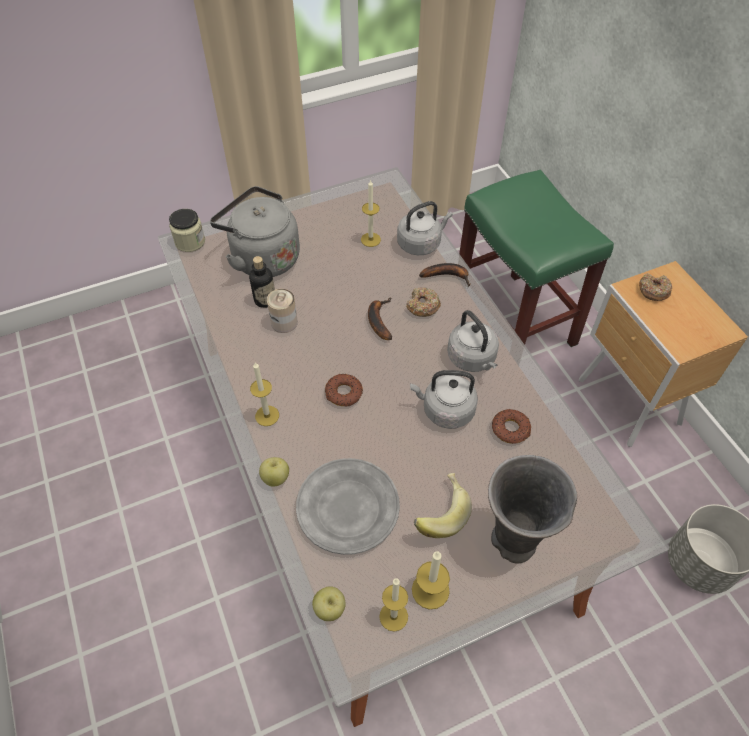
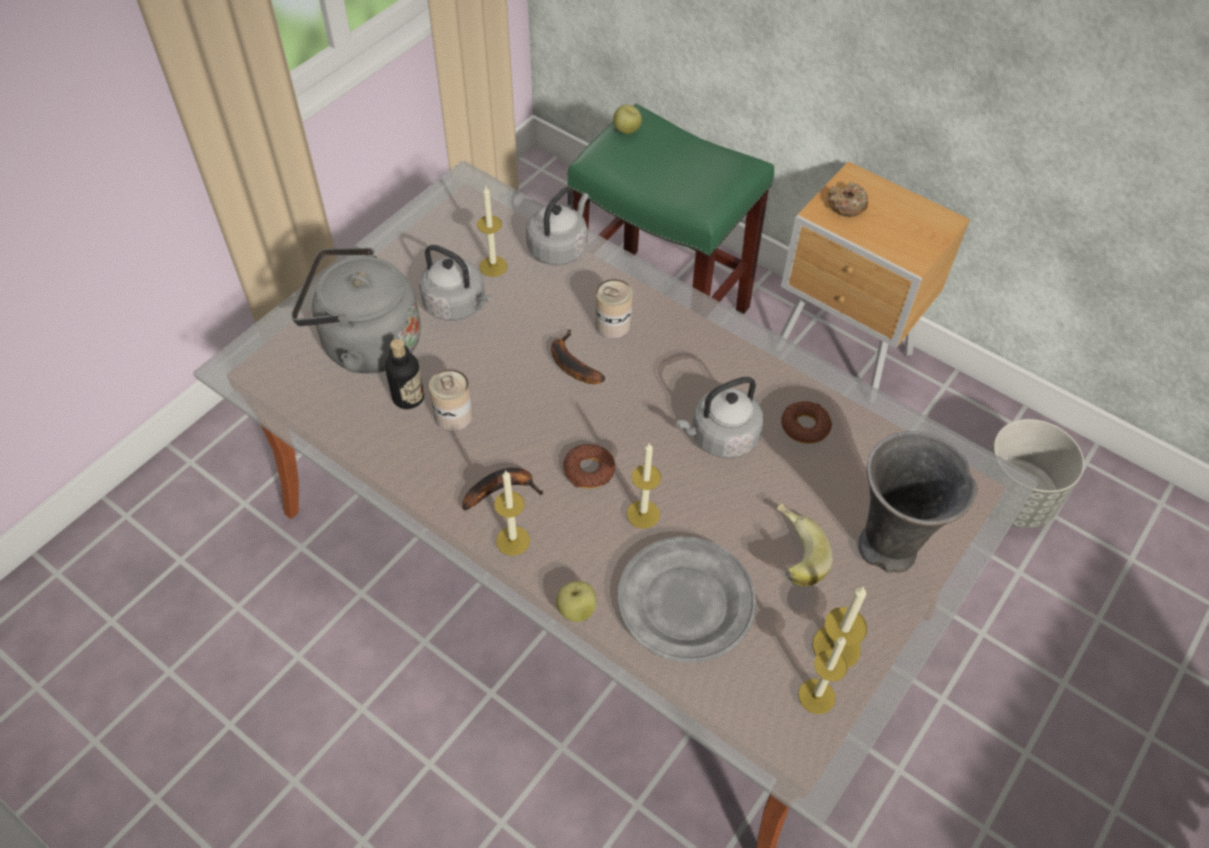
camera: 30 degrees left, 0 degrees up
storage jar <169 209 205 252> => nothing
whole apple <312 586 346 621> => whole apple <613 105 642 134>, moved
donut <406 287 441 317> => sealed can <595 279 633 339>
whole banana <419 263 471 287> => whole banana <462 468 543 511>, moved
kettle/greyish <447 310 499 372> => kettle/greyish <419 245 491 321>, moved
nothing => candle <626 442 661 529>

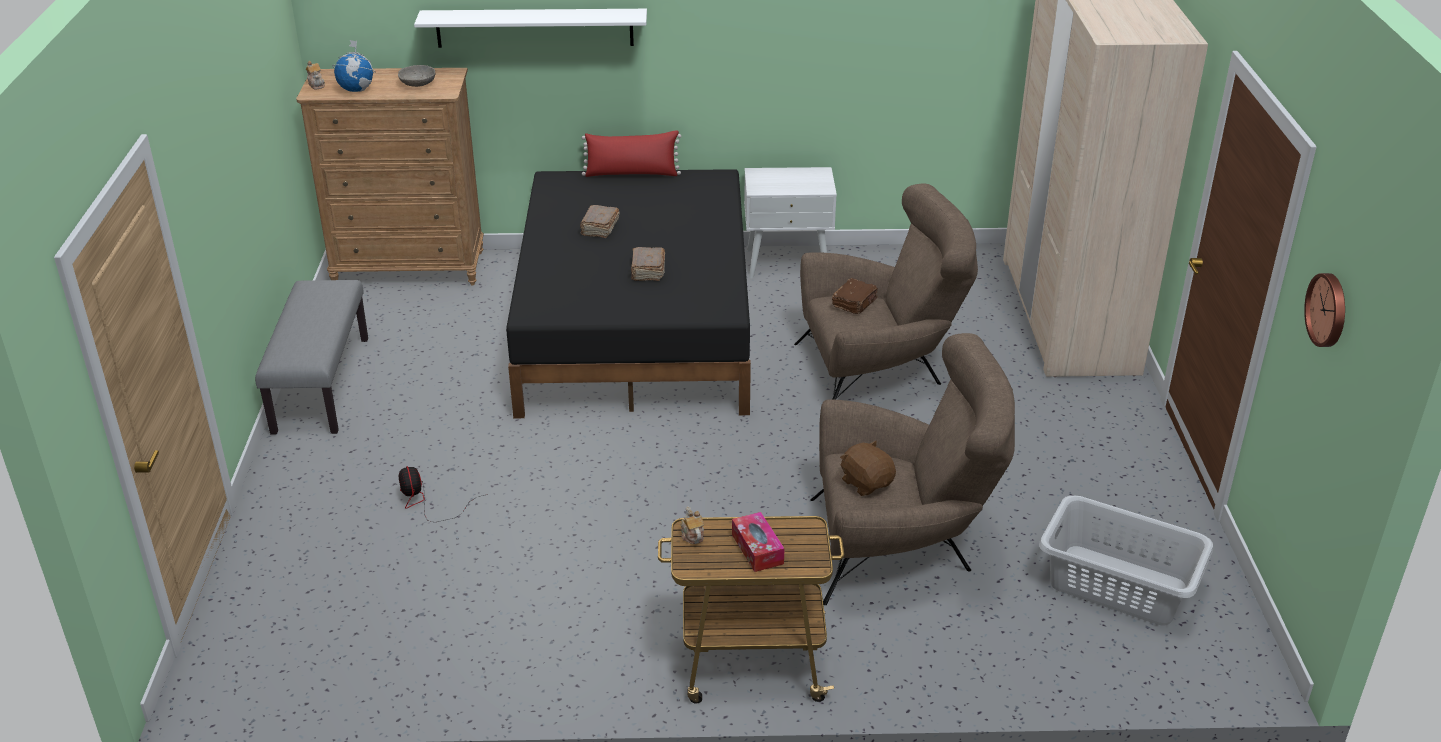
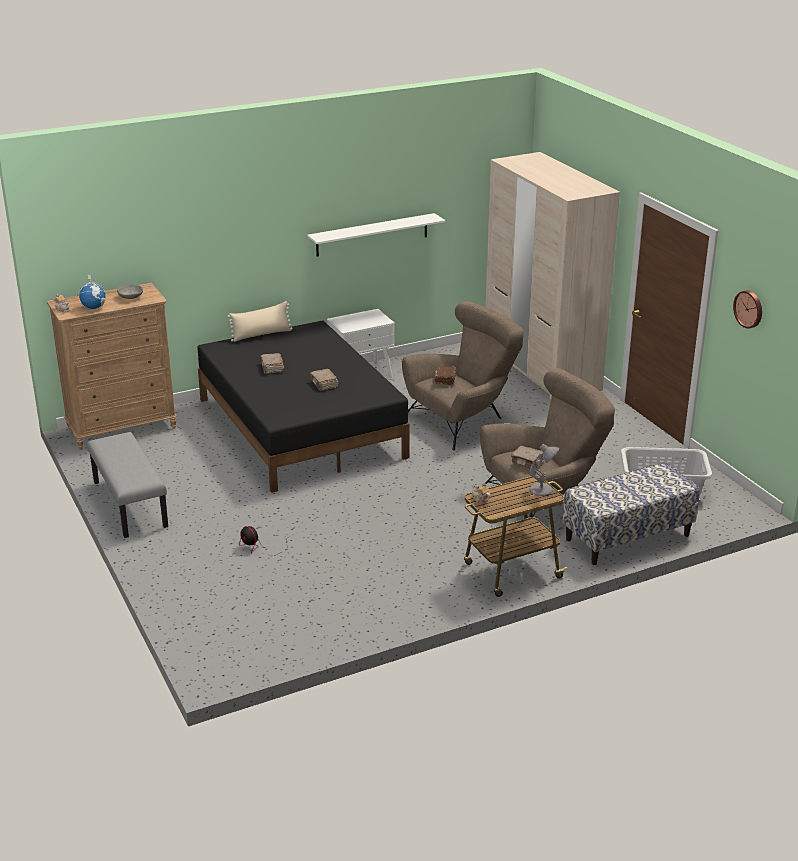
camera: 25 degrees left, 5 degrees down
wall shelf/whitish <414 9 647 48> => wall shelf/whitish <307 213 445 256>, moved
cushion/red <582 130 682 177> => cushion/beige-coloured <227 301 293 342>
tissue box <732 512 785 572> => nothing
plush toy/brown <840 441 896 496> => volume/brown <511 446 544 469>
nothing => tabletop lamp/greyish <529 444 559 496>
nothing => indoor bench <563 462 700 565>

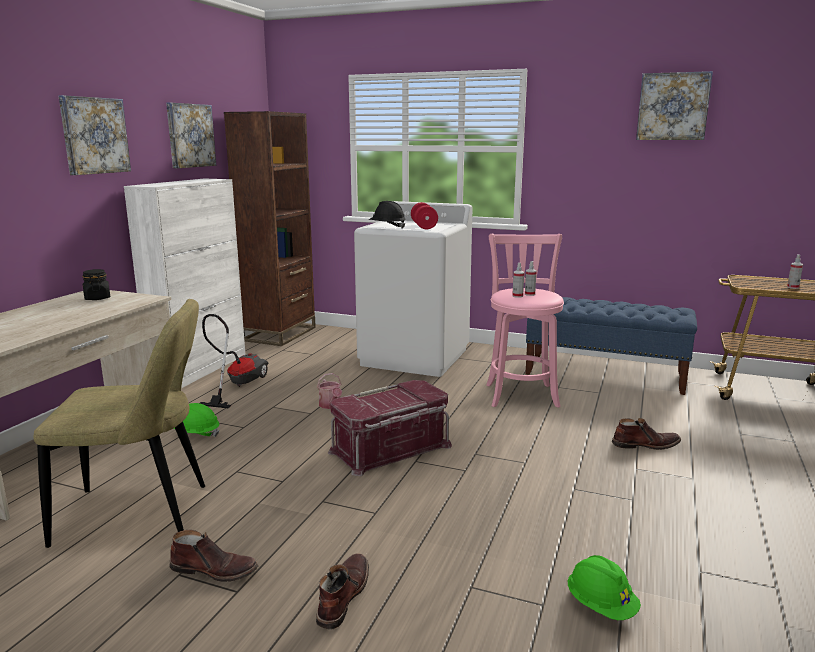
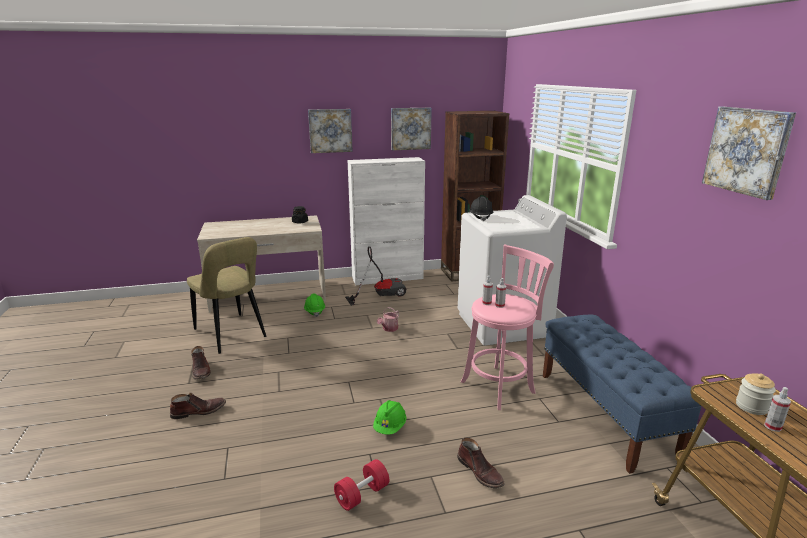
camera: 55 degrees right, 5 degrees up
storage container/red <328 380 452 476> => nothing
hand weight/red <411 202 438 229> => hand weight/red <334 459 389 511>, moved
work helmet/green-coloured <568 555 641 620> => work helmet/green-coloured <373 400 406 435>, moved
nothing => storage jar <736 373 776 415>

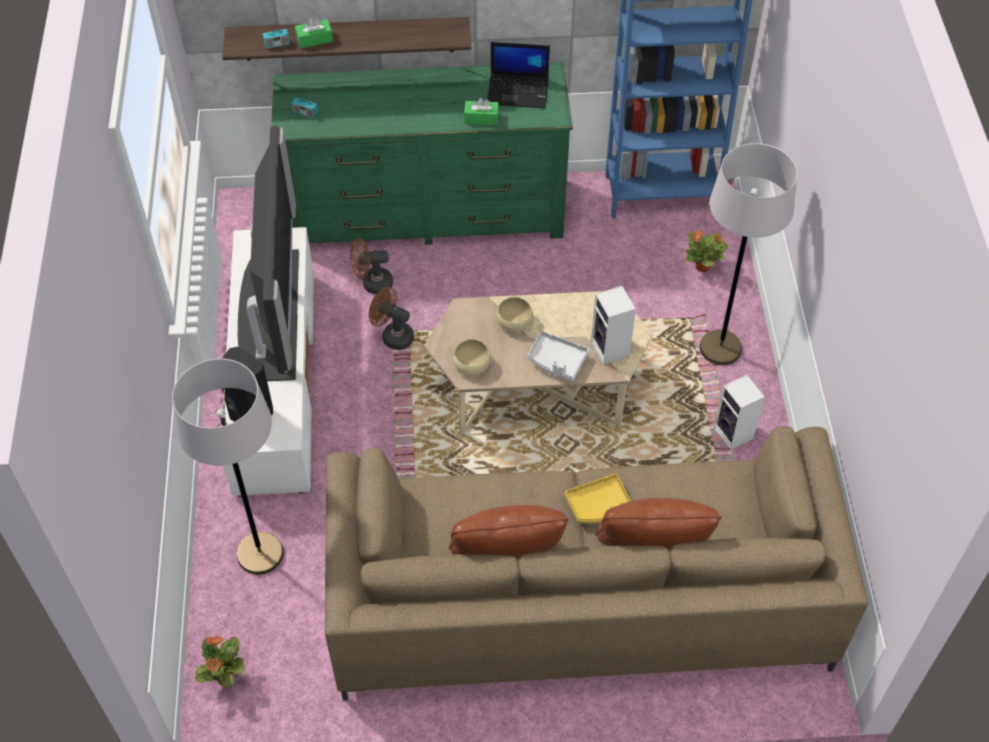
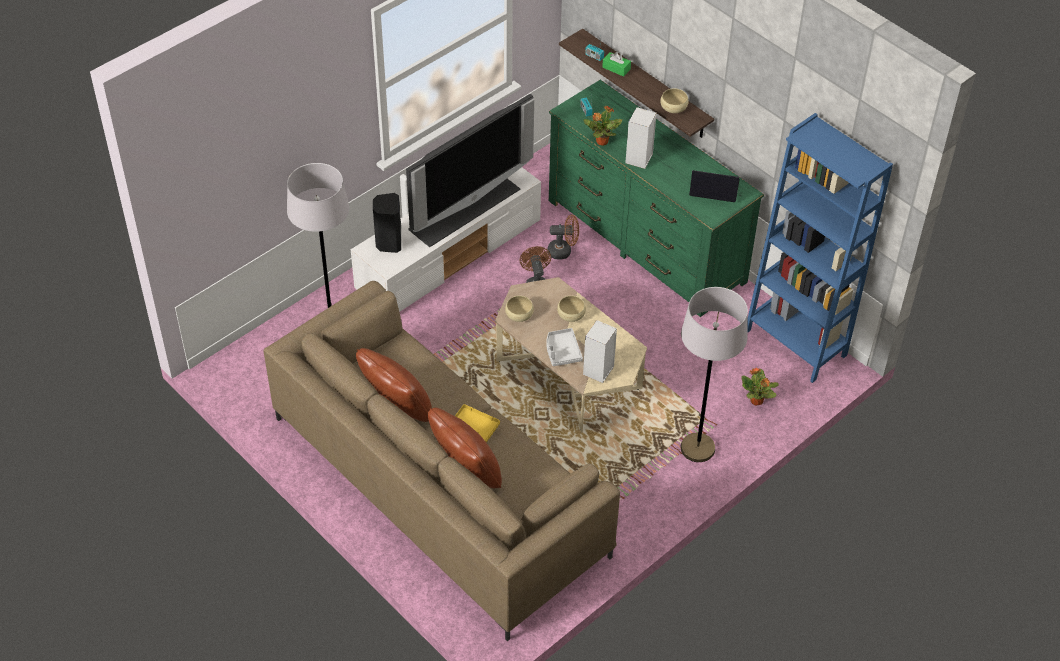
camera: 50 degrees right, 5 degrees down
plant in a pot <195 636 245 688> => plant in a pot <584 106 622 146>, moved
fan/brown <350 238 393 294> => fan/brown <548 214 579 260>, 135 degrees clockwise
tissue box/green-coloured <464 98 499 125> => nothing
portable computer <487 42 550 108> => portable computer <689 170 740 202>, 135 degrees clockwise
speaker <714 375 765 450> => speaker <625 107 657 169>, moved
nothing => deep dish/beige-coloured <660 88 689 113>

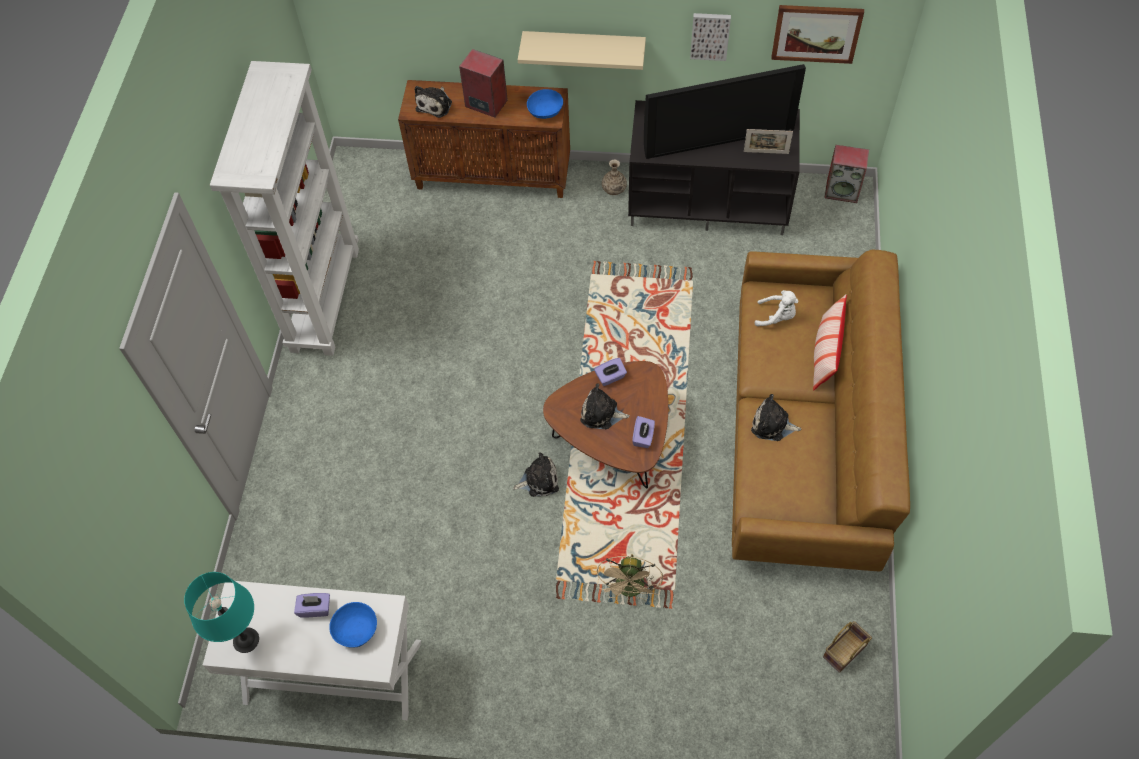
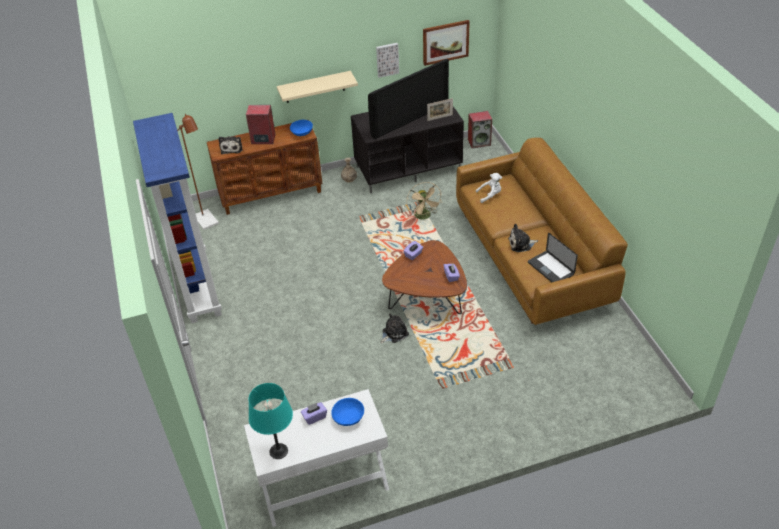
camera: 25 degrees left, 15 degrees down
shelving unit/whitish <210 61 359 356> => shelving unit/blue-coloured <133 113 222 323>
plush toy <580 383 630 429> => nothing
fan/beige-coloured <597 554 663 602> => fan/beige-coloured <407 182 441 219>, moved
cushion <813 294 847 390> => nothing
household basket <823 621 872 673> => nothing
nothing => standard lamp/brown <177 114 219 230>
nothing => portable computer <528 233 578 282>

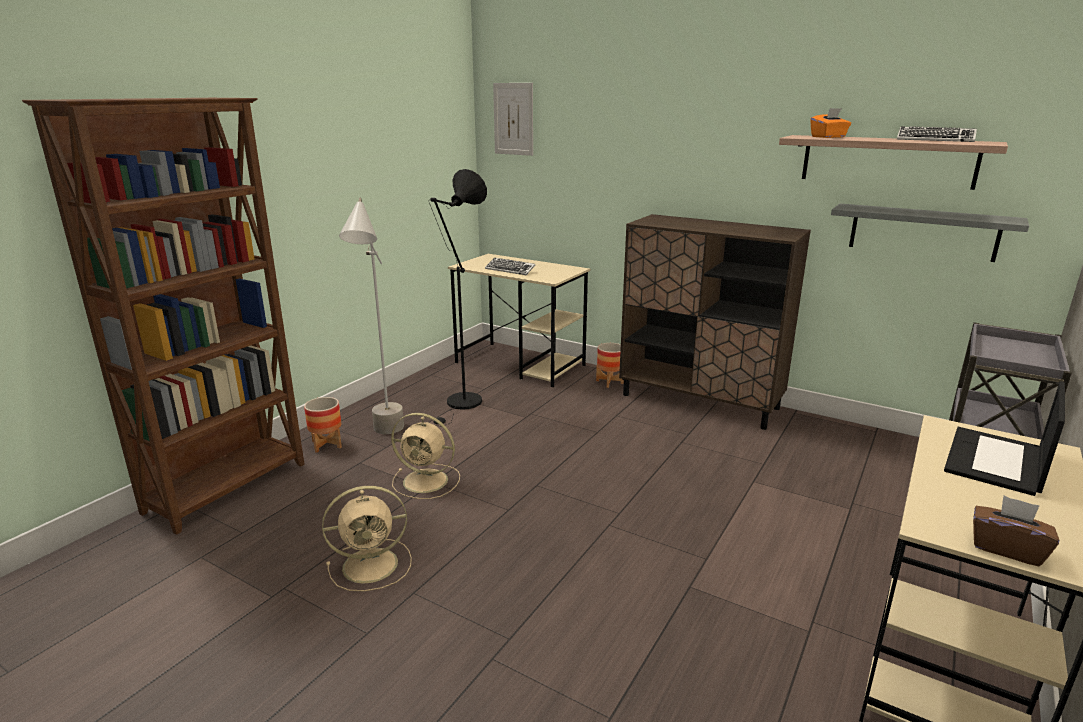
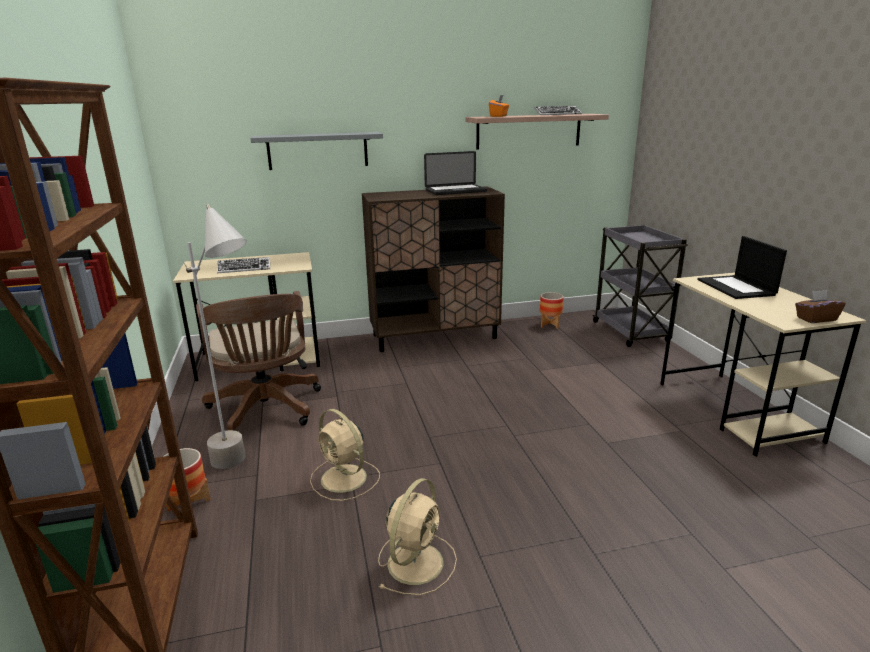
camera: 45 degrees left, 0 degrees up
fan/beige-coloured <391 413 460 499> => fan/beige-coloured <310 409 380 501>, 75 degrees clockwise
standard lamp/black <429 169 487 427> => office chair/brown <196 291 321 431>
picture <493 83 533 156> => nothing
plant pot <596 343 624 388> => plant pot <540 292 564 329>, moved
wall shelf/greyish <831 203 1029 262> => wall shelf/greyish <250 132 383 170>, moved
nothing => portable computer <424 151 487 195>

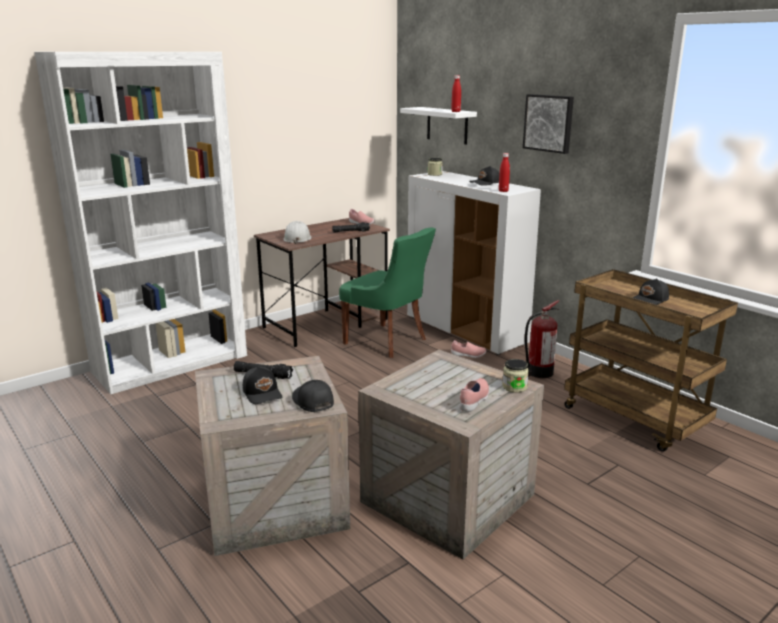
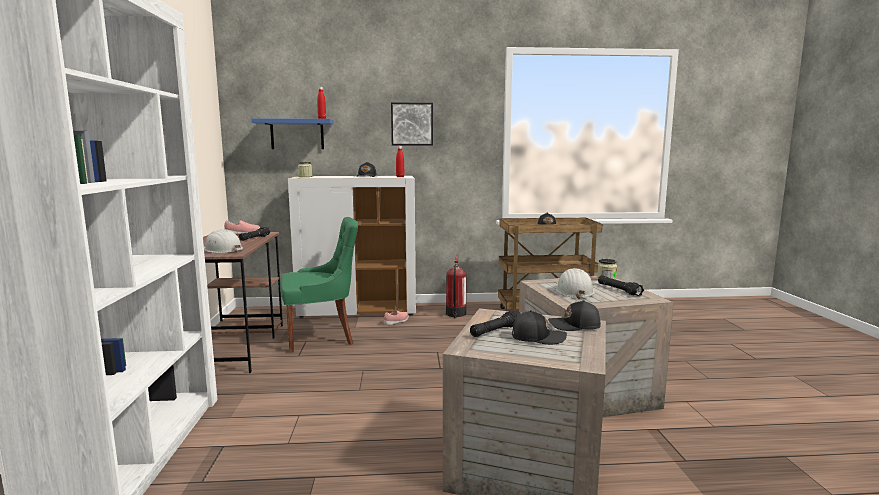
camera: 55 degrees left, 10 degrees down
wall shelf/whitish <400 107 477 144> => wall shelf/blue-coloured <252 118 334 149>
shoe/pink-coloured <459 378 489 412> => torch/black <598 275 644 296>
nothing => work helmet/whitish <556 268 595 299>

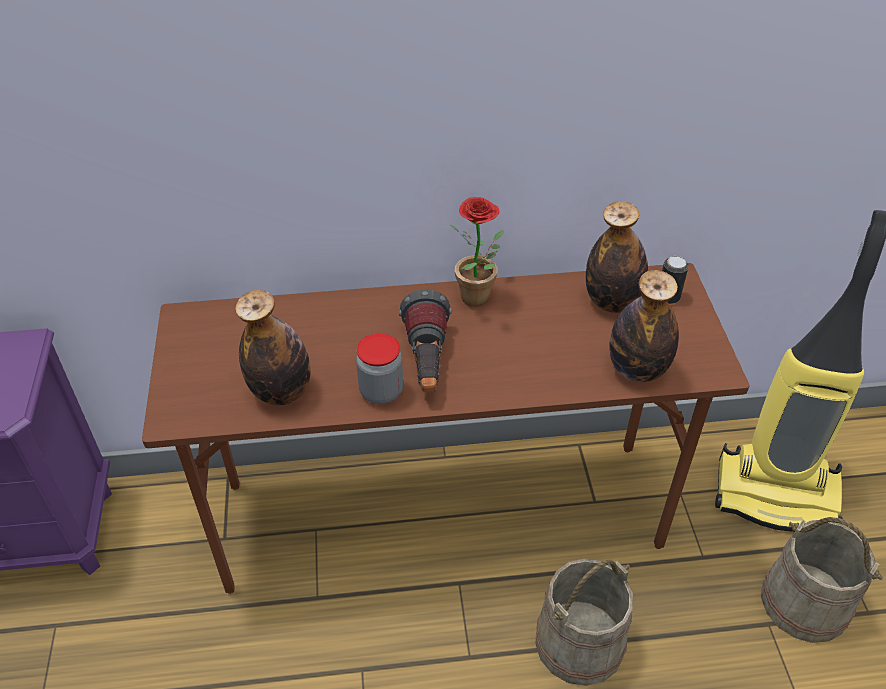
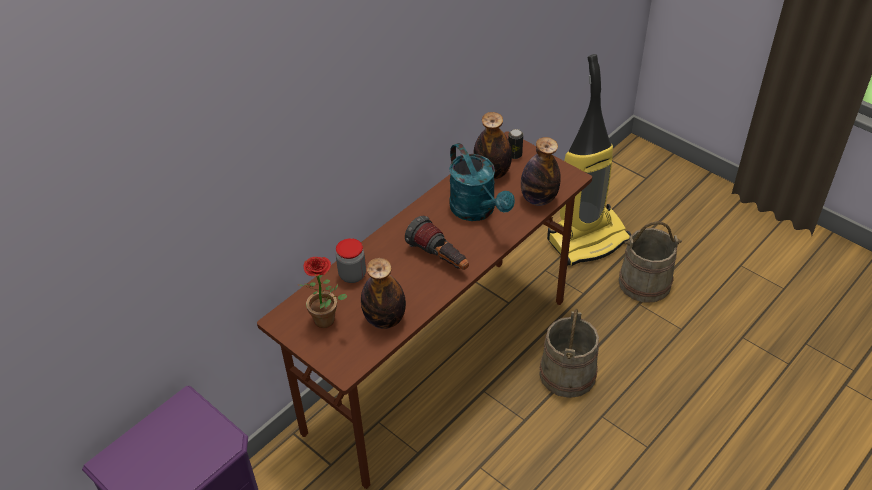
camera: 40 degrees left, 0 degrees up
storage jar <356 333 403 404> => storage jar <336 238 366 283>, moved
plant in a pot <451 197 504 306> => plant in a pot <299 257 347 328>, moved
nothing => sprinkling can/turquoise-coloured <449 143 515 221>

